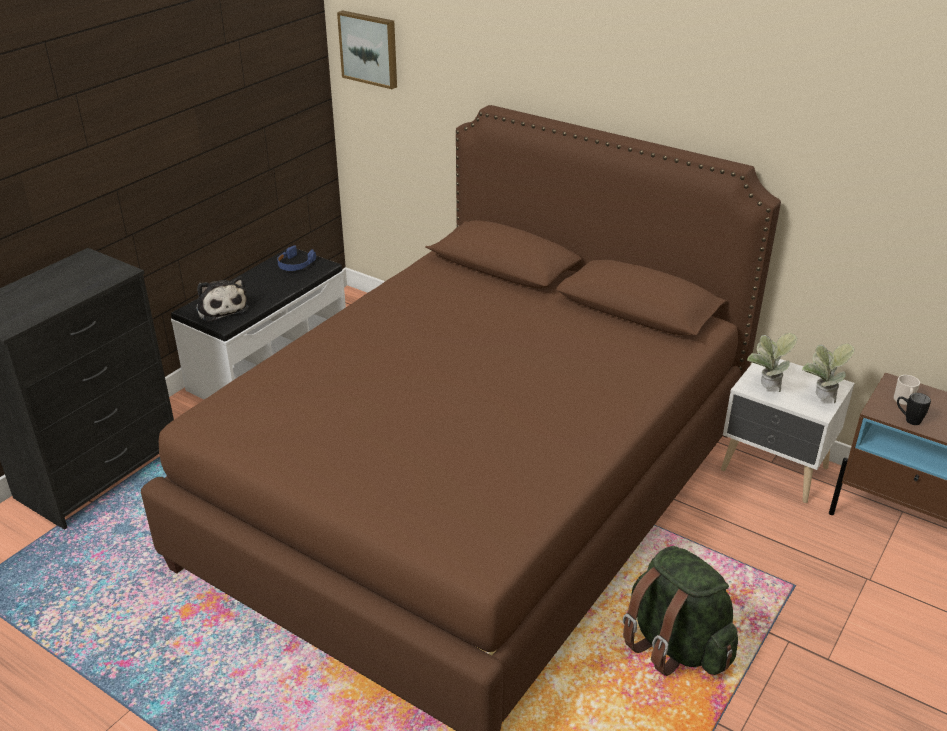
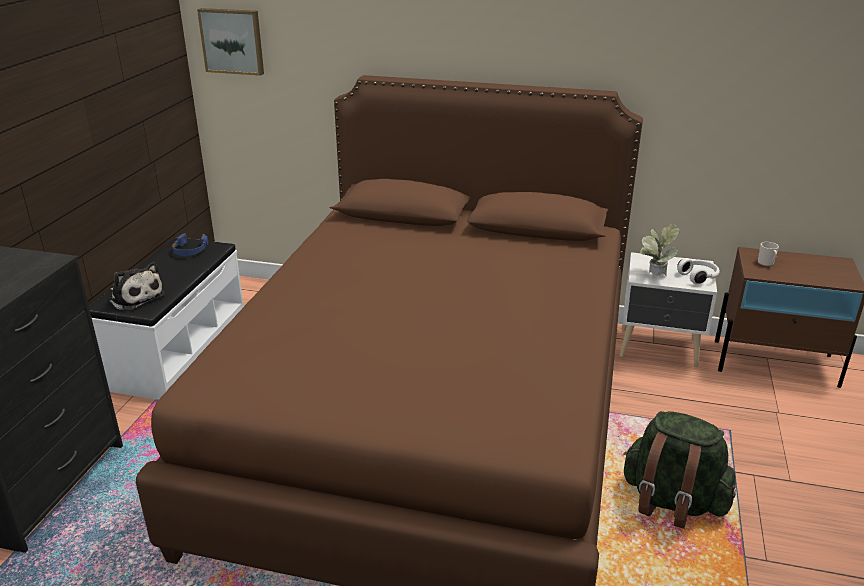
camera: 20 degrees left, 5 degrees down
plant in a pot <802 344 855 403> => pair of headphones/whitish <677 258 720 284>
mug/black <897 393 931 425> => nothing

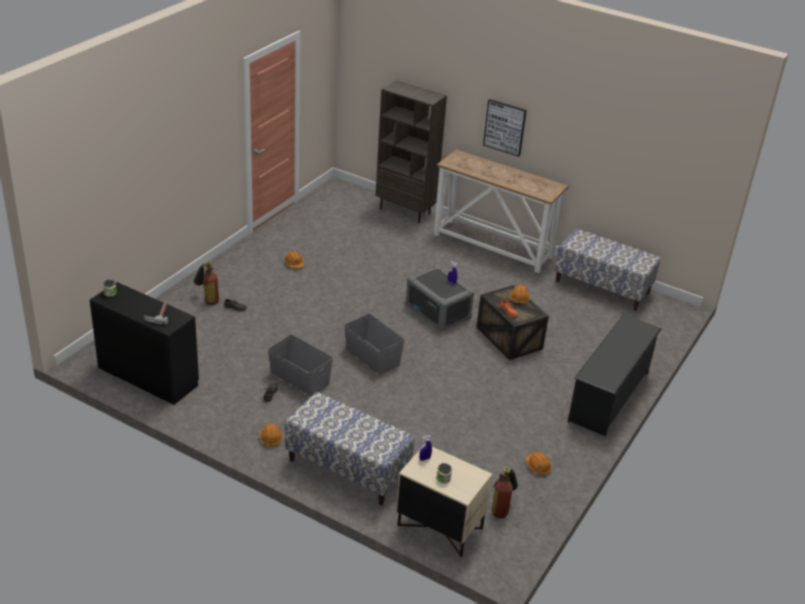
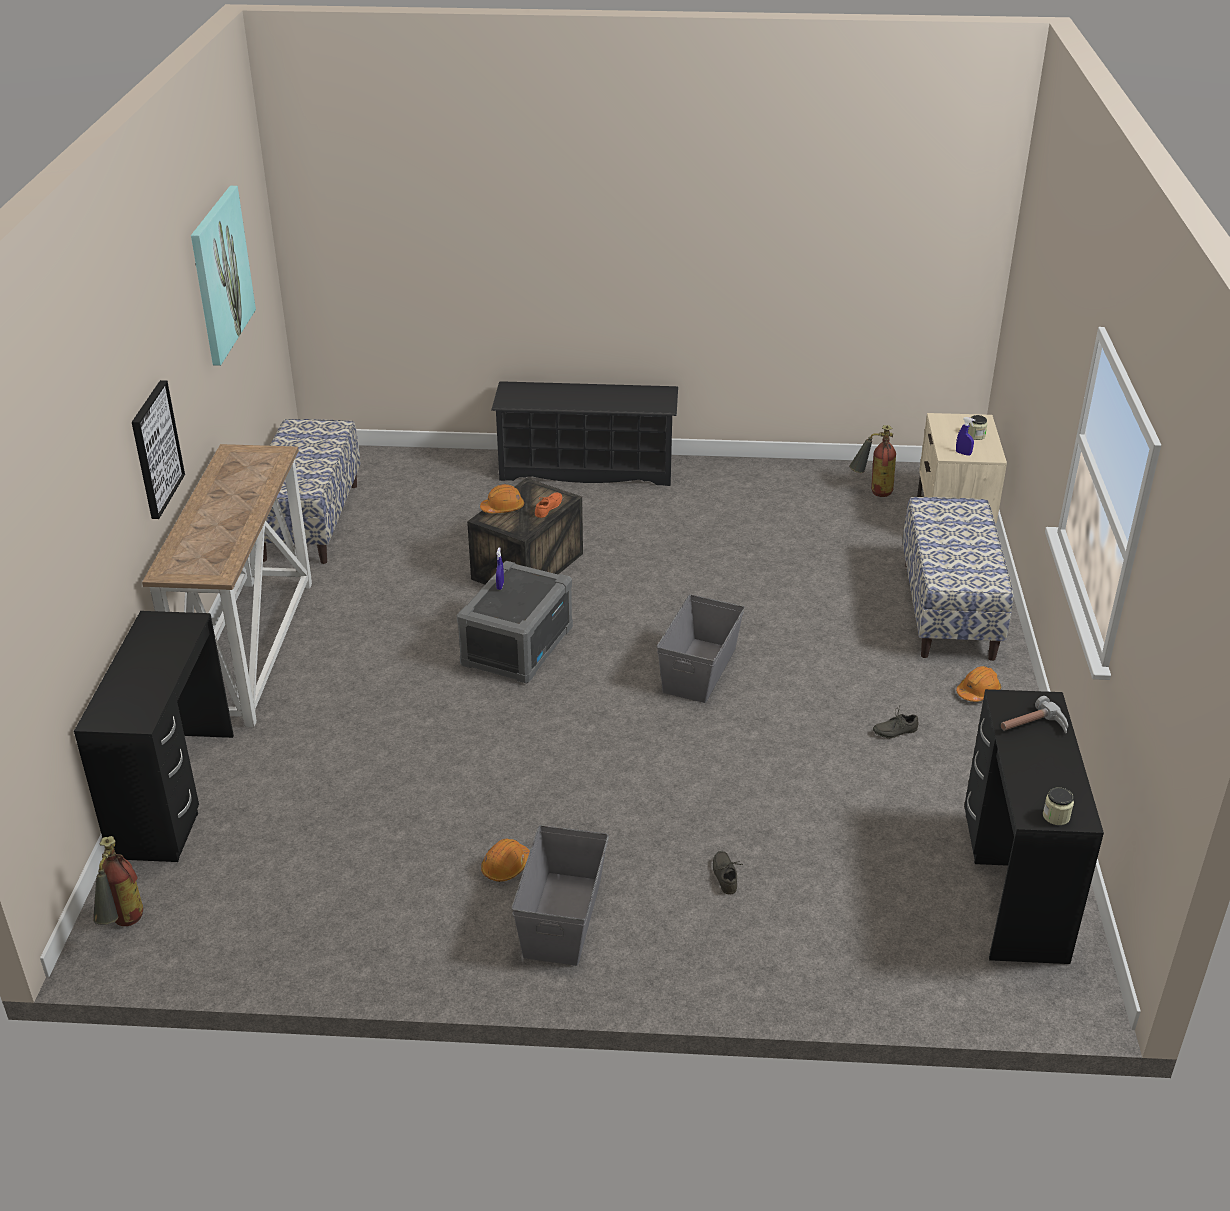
camera: 115 degrees left, 0 degrees up
fire-fighting cylinder <193 261 219 305> => fire-fighting cylinder <93 836 143 926>, moved
storage container/greyish <268 334 333 396> => storage container/greyish <512 825 609 966>, moved
shelving unit/brown <375 80 447 223> => desk table/black <74 611 234 862>
work helmet/orangey <526 452 552 475> => nothing
nothing => picture <191 186 256 366>

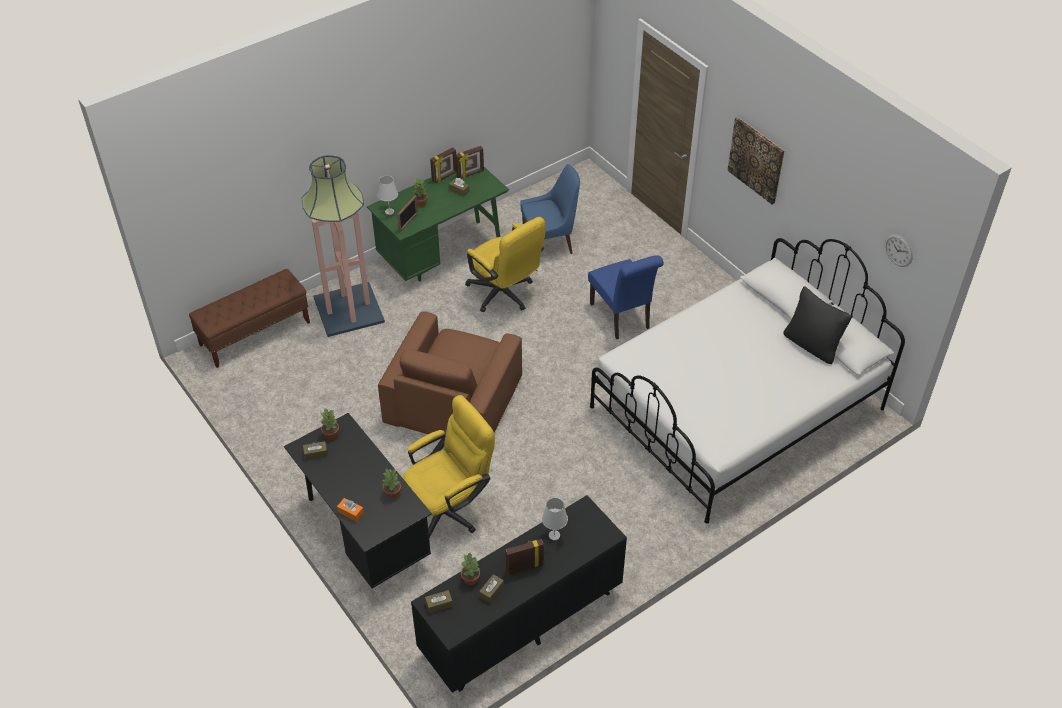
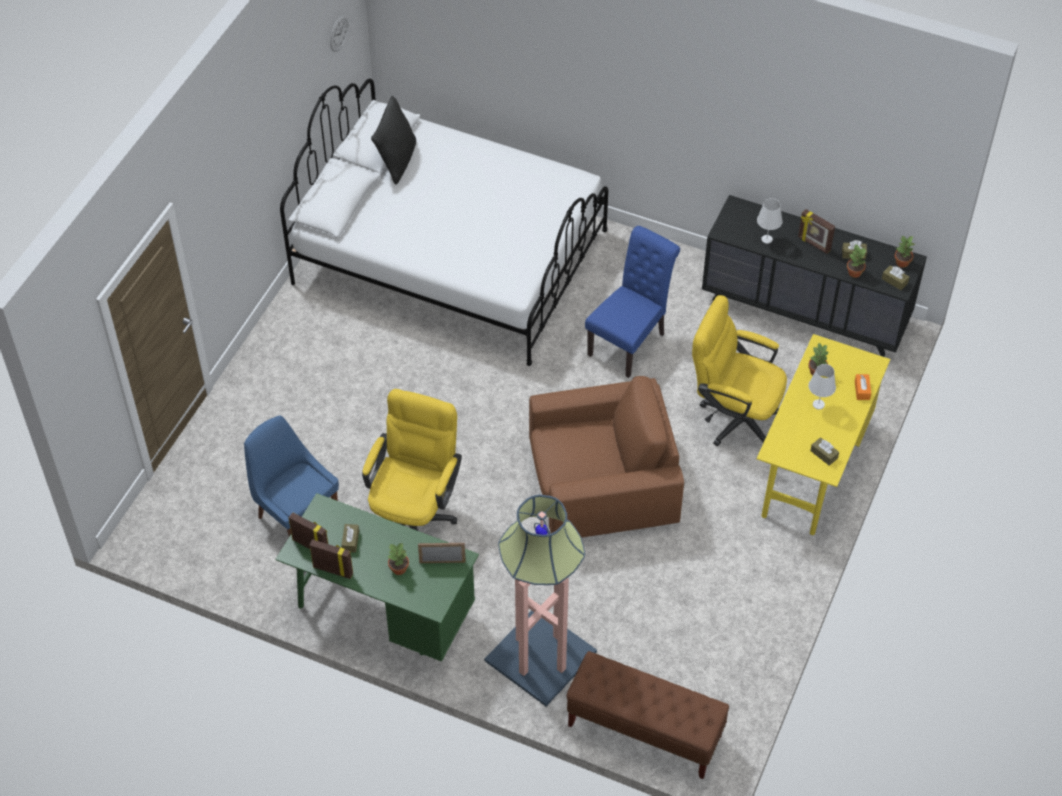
camera: 120 degrees left, 5 degrees up
desk table/black <284 413 432 588> => desk table/yellowish <756 334 890 535>
plant in a pot <321 408 339 439> => plant in a pot <895 235 916 268>, moved
tabletop lamp/whitish <377 175 398 215> => tabletop lamp/whitish <809 364 836 410>, moved
upright chair/blue-coloured <588 255 664 339> => upright chair/blue-coloured <585 226 680 378>, moved
picture <727 117 784 204> => nothing

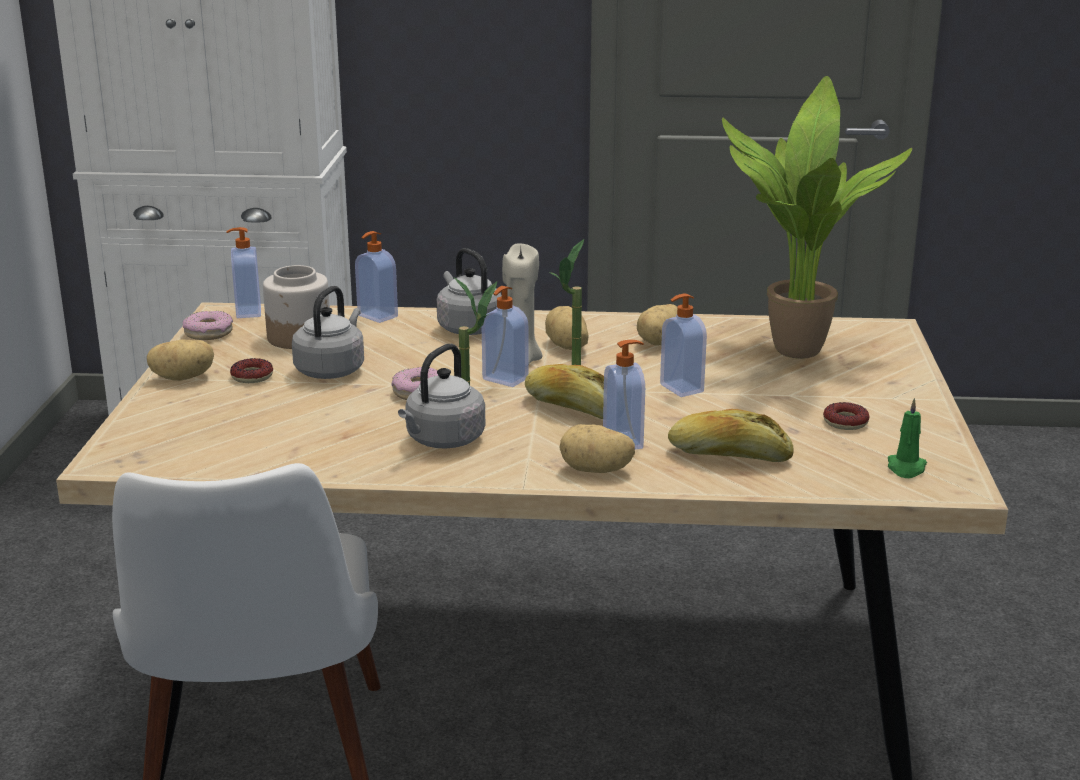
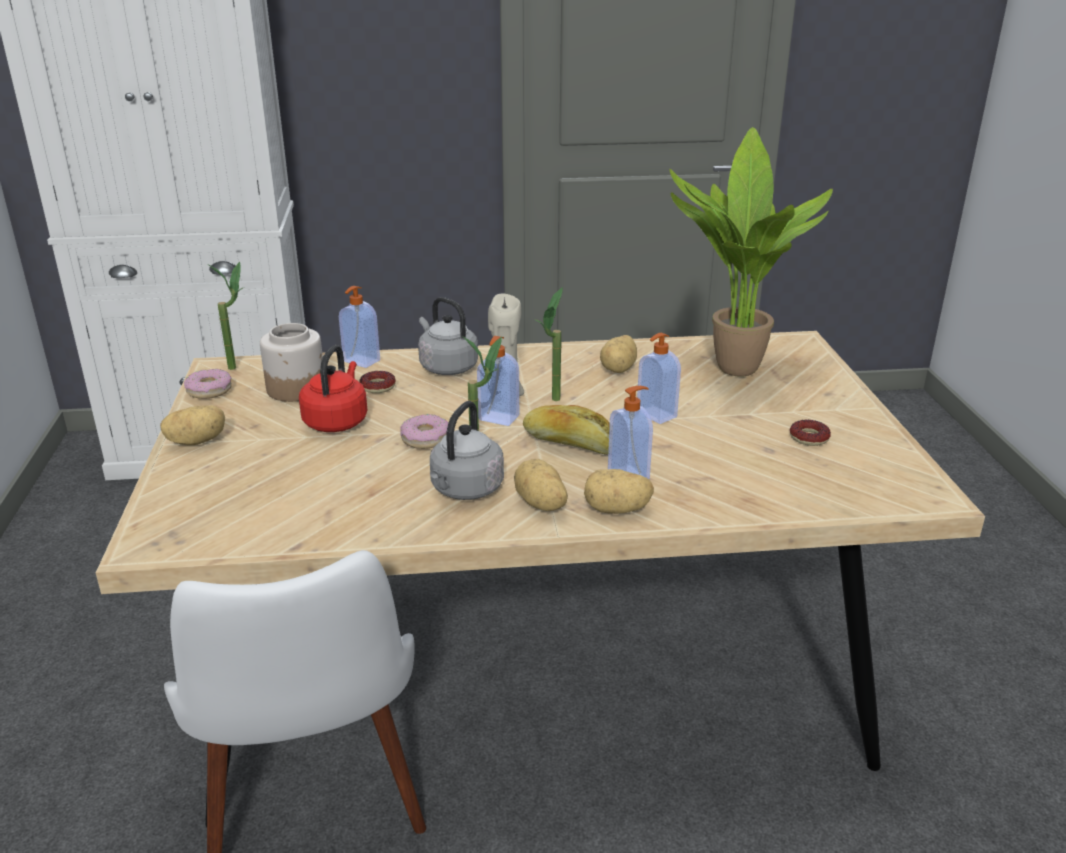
camera: 10 degrees left, 5 degrees up
liquid soap bottle <226 227 261 318> => plant in a pot <209 262 243 370>
donut <230 358 273 383> => donut <360 371 396 393>, moved
kettle/greyish <292 286 364 379> => kettle/red <299 345 367 432>
spud <545 306 589 350> => spud <514 459 568 511>, moved
bread <668 409 794 462> => nothing
candle/green-coloured <888 398 927 478> => nothing

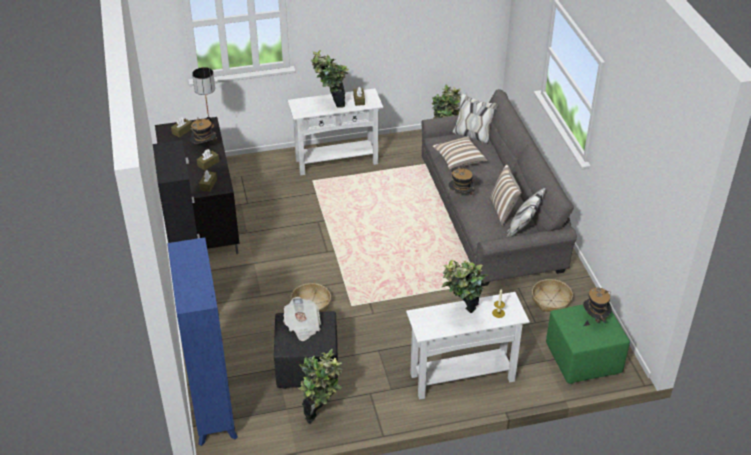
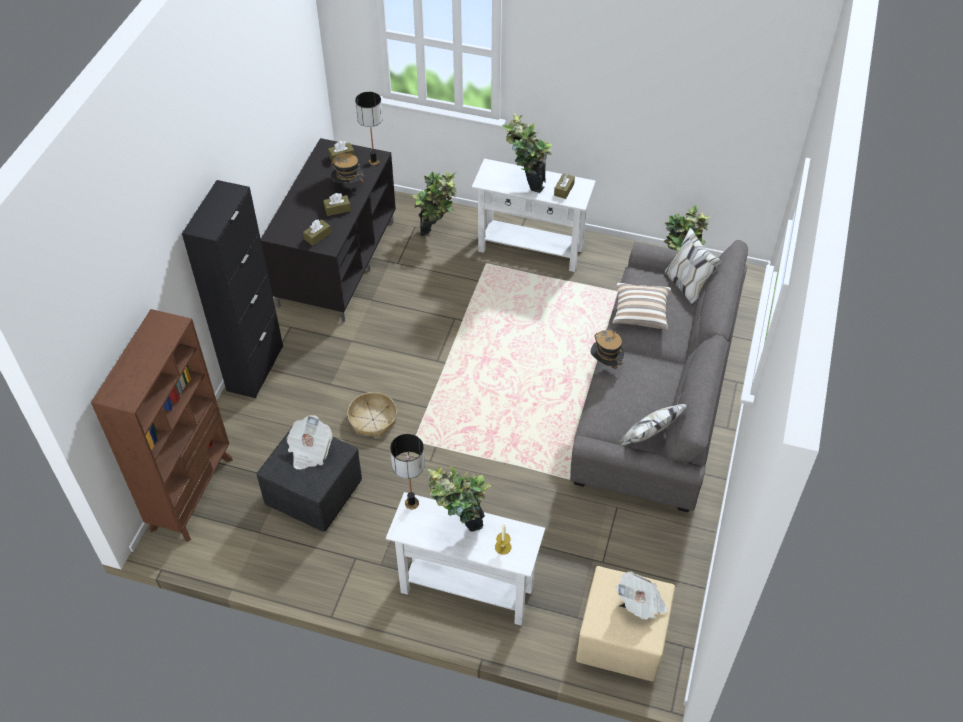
camera: 30 degrees right, 10 degrees up
shelving unit/blue-coloured <167 237 238 446> => shelving unit/brown <91 309 233 542>
plant in a pot <298 349 343 424> => plant in a pot <412 171 457 236>, moved
cushion <489 165 522 227> => nothing
household basket <532 279 573 312> => nothing
pouffe/green-coloured <546 305 630 384> => pouffe/beige-coloured <576 566 675 681>
clothing hat <583 288 612 328> => newspaper <616 572 668 620>
nothing => tabletop lamp <390 434 425 509>

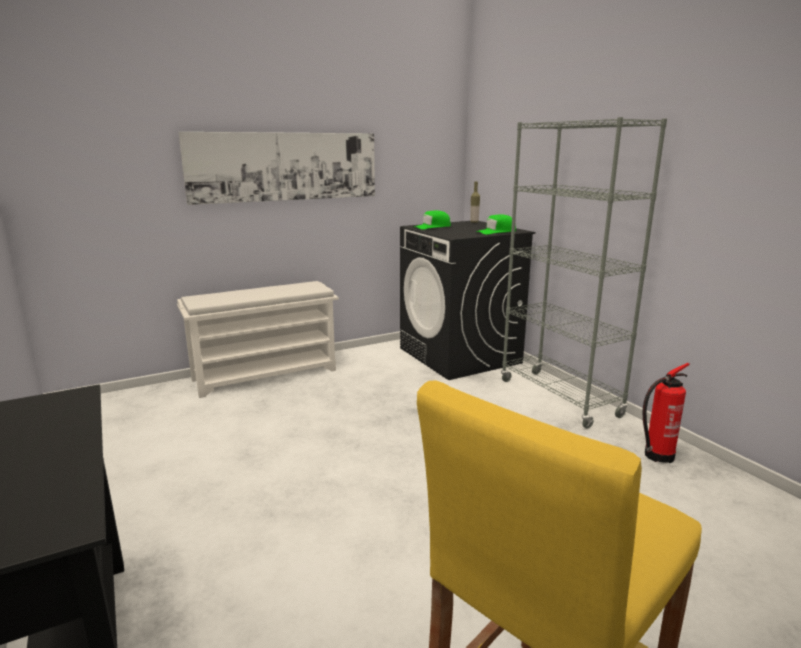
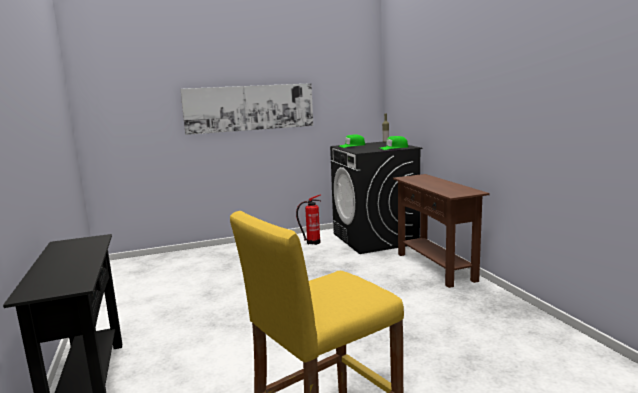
camera: 10 degrees right, 5 degrees down
shoe rack/whitish <177 281 339 398> => nothing
shelving unit/greyish <501 117 667 428> => narrow table/brown <393 174 490 288>
fire-fighting cylinder <642 363 690 463> => fire-fighting cylinder <296 195 321 245>, moved

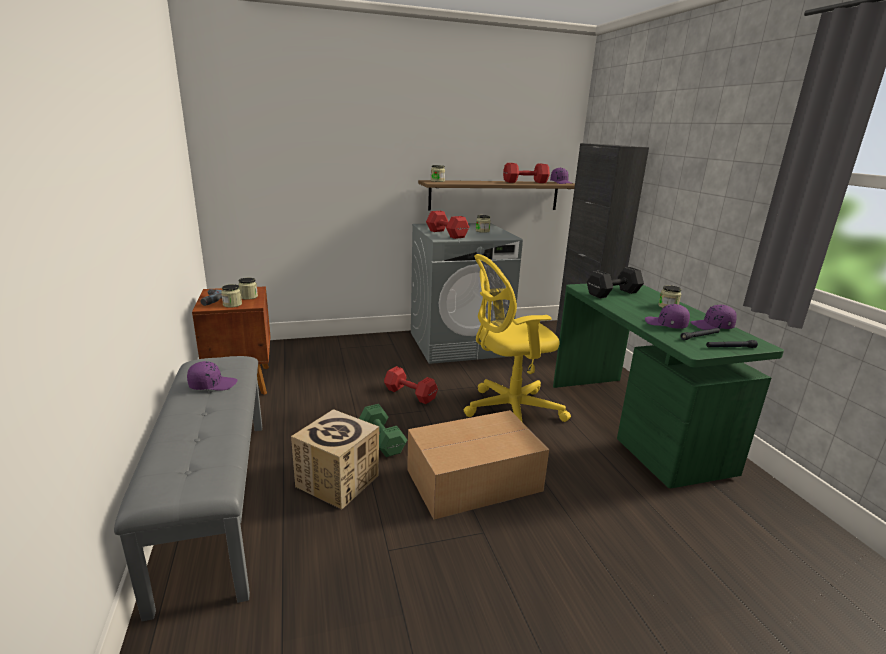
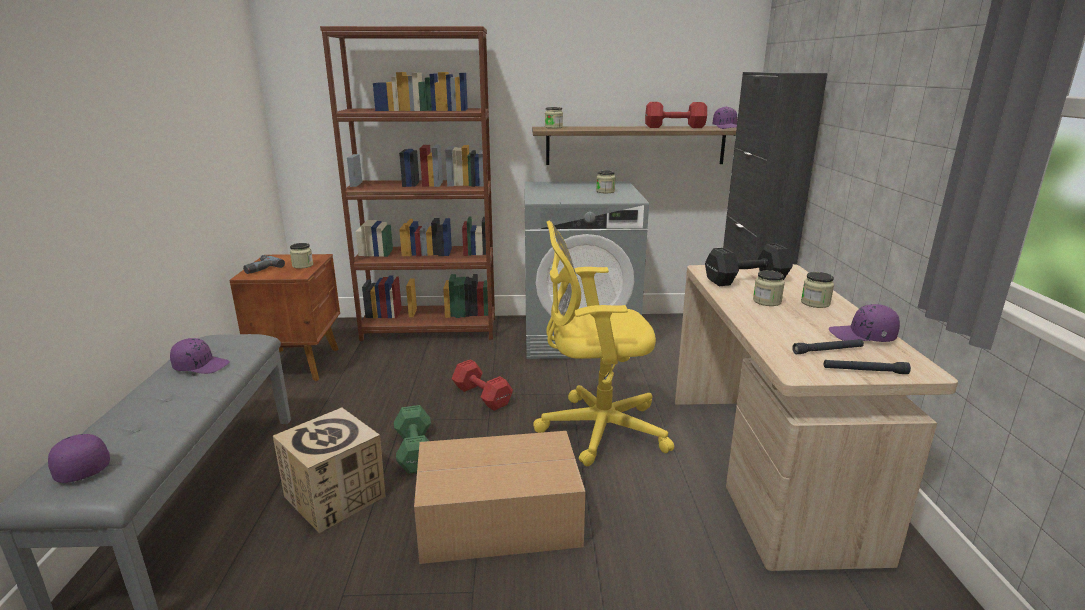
camera: 15 degrees right, 0 degrees up
storage jar <221 284 242 308> => storage jar <753 270 785 306>, moved
hand weight/red <426 211 469 239> => nothing
desk table/green-coloured <553 284 784 488> => desk table/beige-coloured <675 264 958 571>
peaked cap/purplish <645 304 690 329> => peaked cap/purplish <48 434 110 483>, moved
nothing => shelving unit/brown <320 26 495 341>

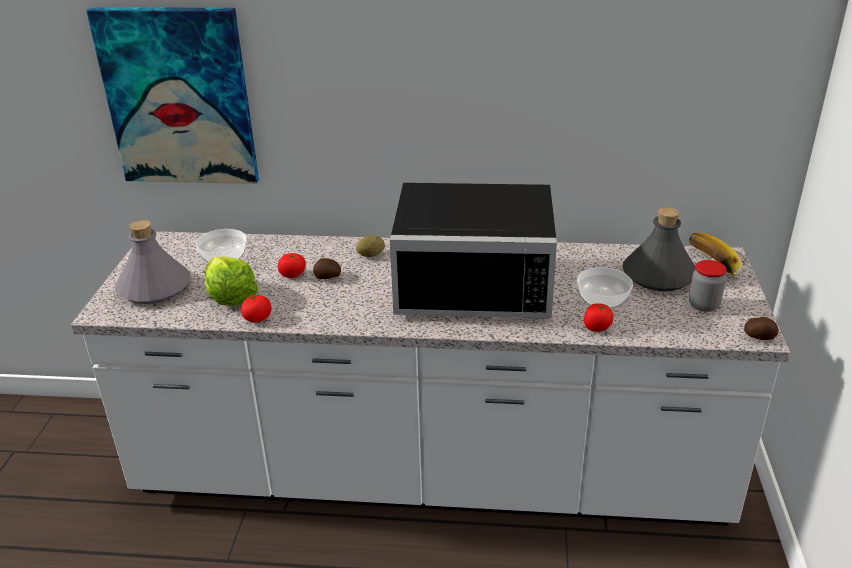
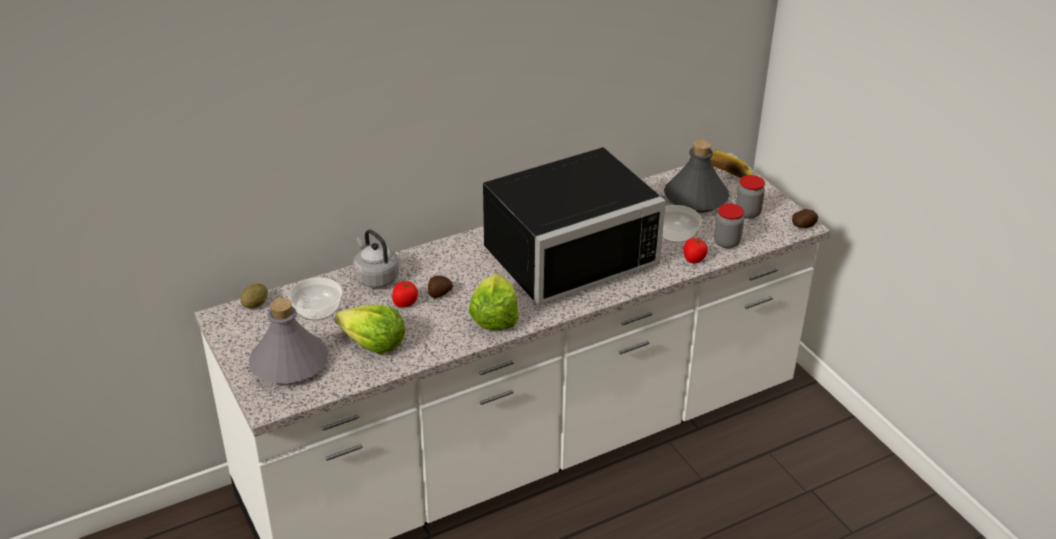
camera: 35 degrees left, 5 degrees up
picture <86 7 259 184> => nothing
tomato <241 295 272 323> => nothing
spud <356 235 385 257> => spud <240 284 268 308>, moved
nothing => kettle/greyish <353 229 399 288>
nothing => lettuce <469 274 519 330>
nothing => storage jar <714 203 744 248>

